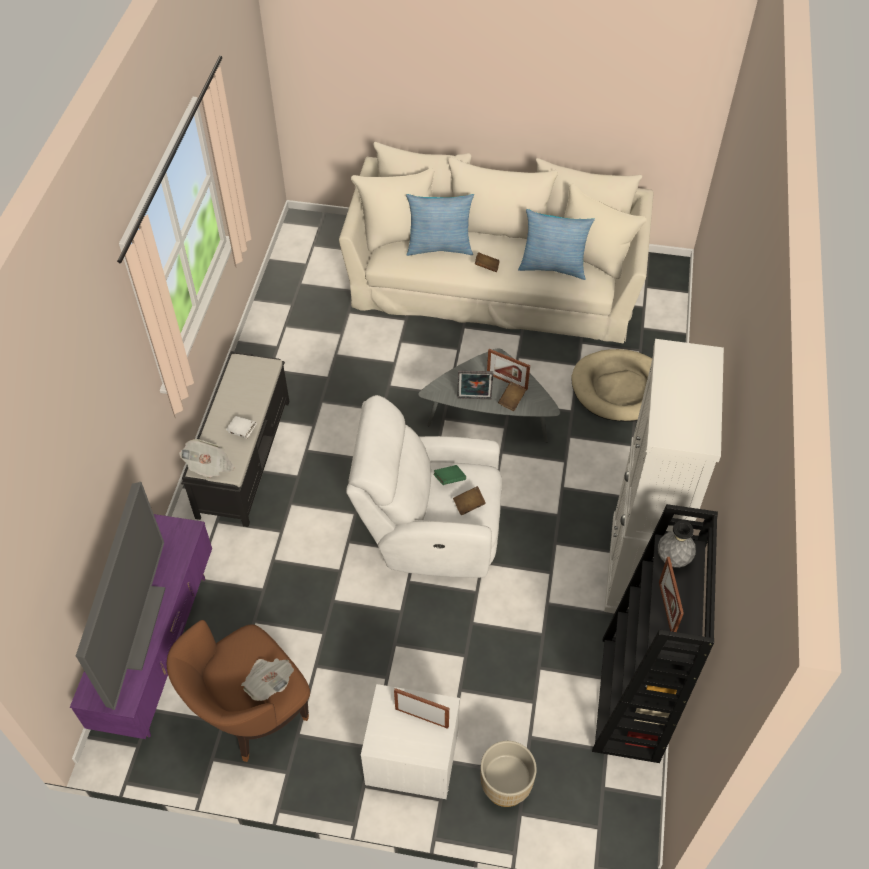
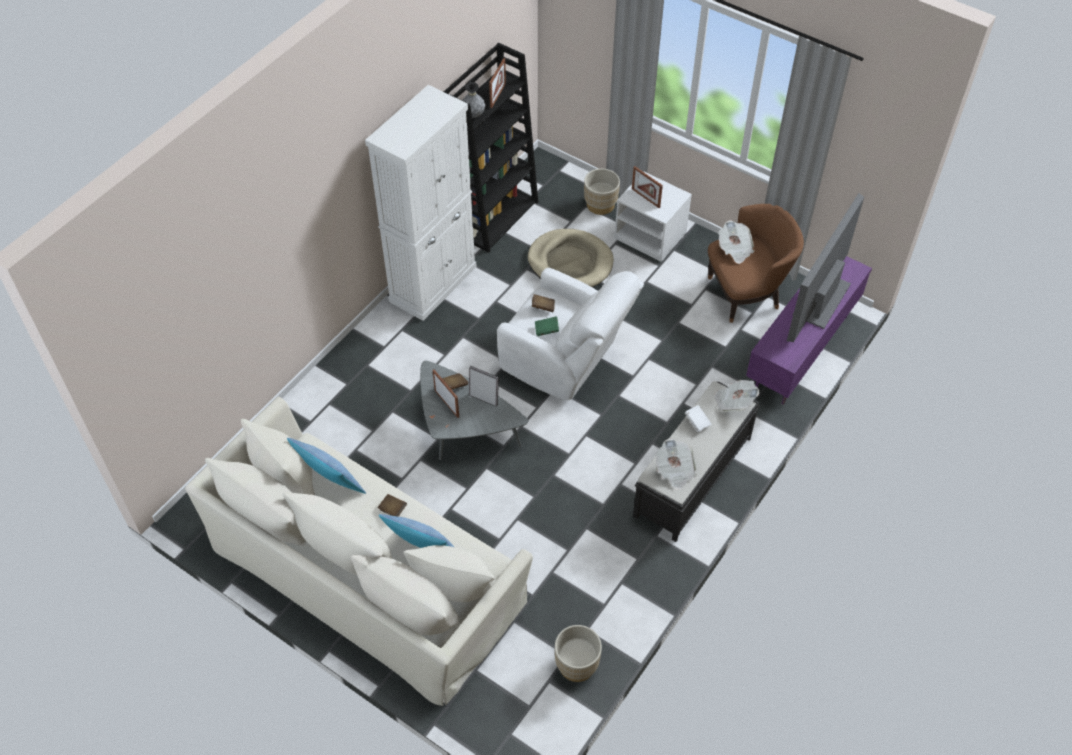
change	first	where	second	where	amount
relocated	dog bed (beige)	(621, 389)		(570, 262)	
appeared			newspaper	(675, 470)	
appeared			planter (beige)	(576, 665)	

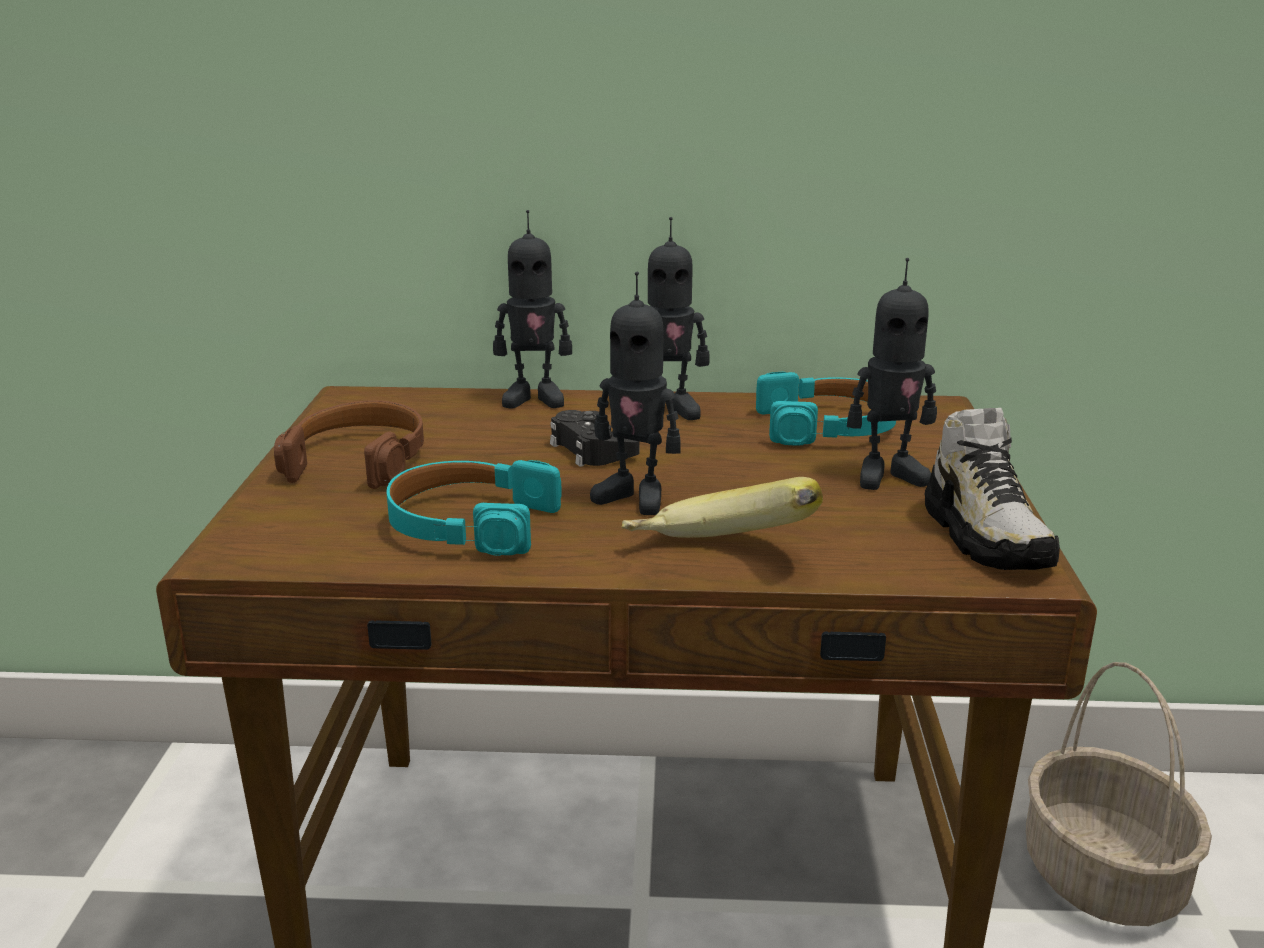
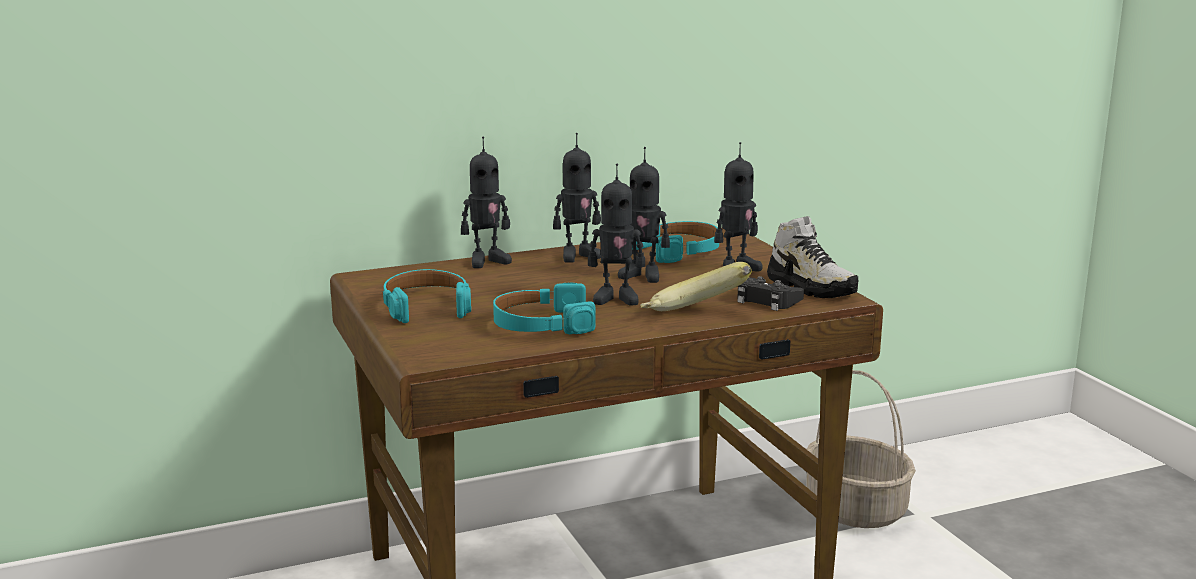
change	first	where	second	where	amount
colour	headphones (brown)	(359, 459)	headphones (turquoise)	(427, 306)	
relocated	game controller (black)	(591, 449)		(766, 301)	
appeared			toy robot	(642, 275)	

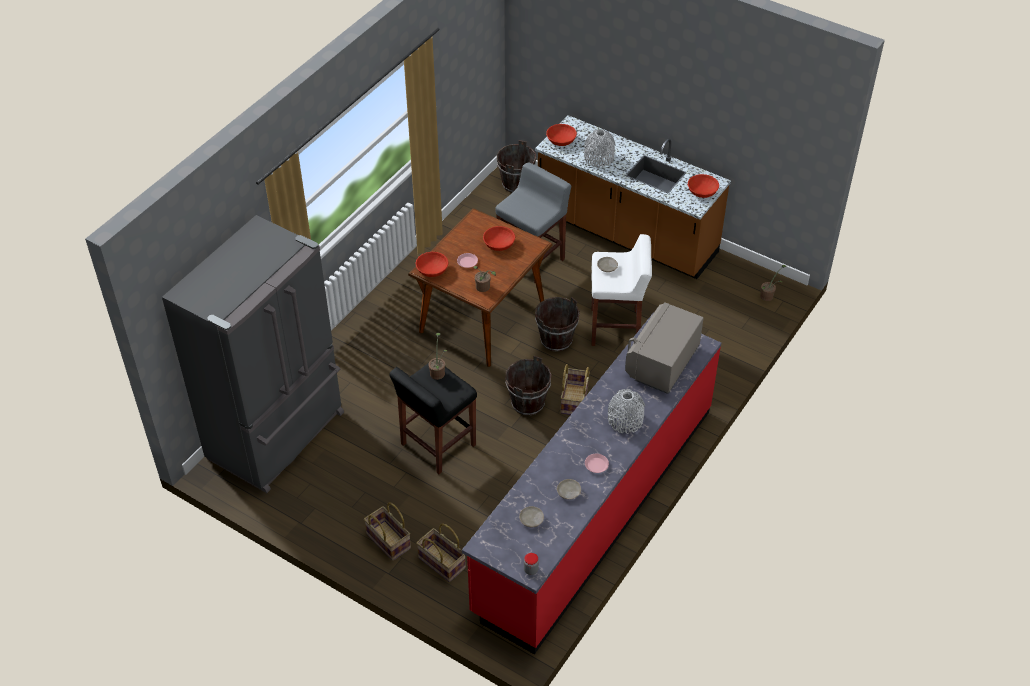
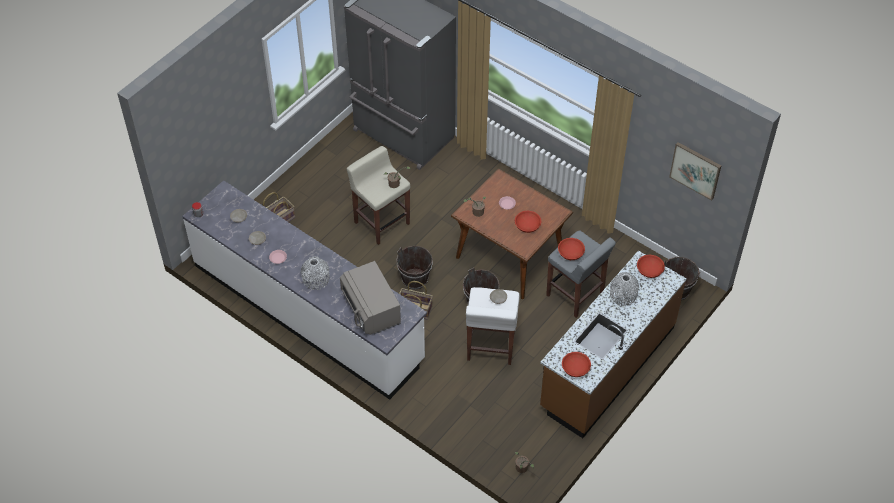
change	first	where	second	where	amount
relocated	bowl (red)	(432, 269)		(570, 252)	
spun	microwave (grey)	(661, 362)		(370, 309)	150 degrees counterclockwise
colour	counter (red)	(595, 508)	counter (white)	(308, 312)	
colour	stool (black)	(437, 445)	stool (beige)	(381, 222)	
missing	basket	(387, 541)			
appeared			picture	(695, 170)	

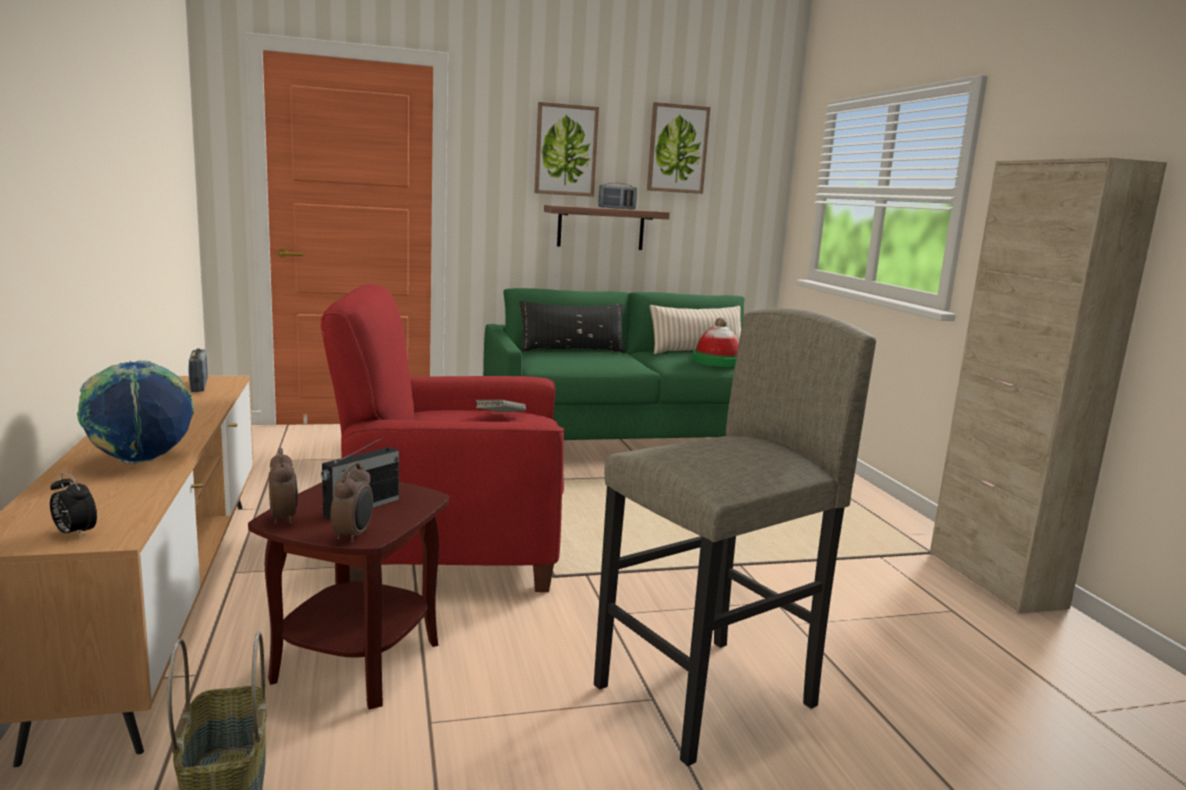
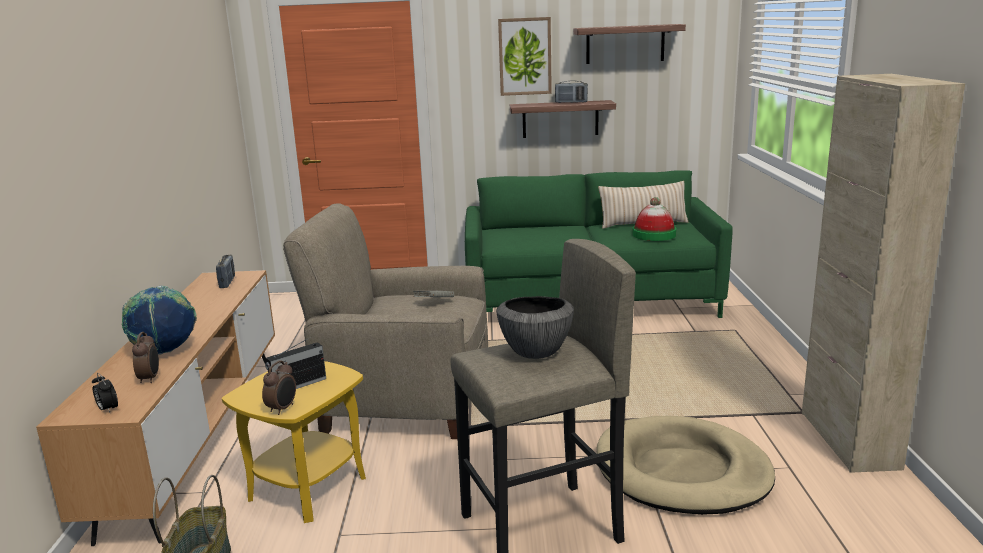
change	first	where	second	where	amount
exchanged	picture	(677, 149)	shelf	(625, 44)	
colour	armchair (red)	(452, 547)	armchair (beige)	(405, 400)	
missing	pillow (black)	(571, 351)			
relocated	alarm clock	(284, 518)		(150, 378)	
colour	side table (brown)	(356, 660)	side table (yellow)	(307, 487)	
appeared			bowl	(536, 352)	
appeared			dog bed (beige)	(682, 471)	

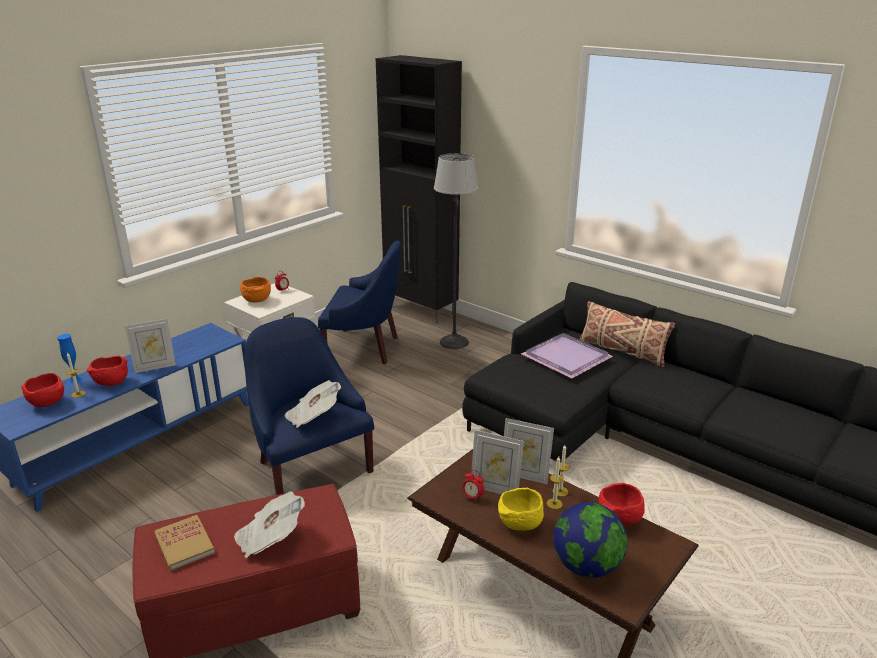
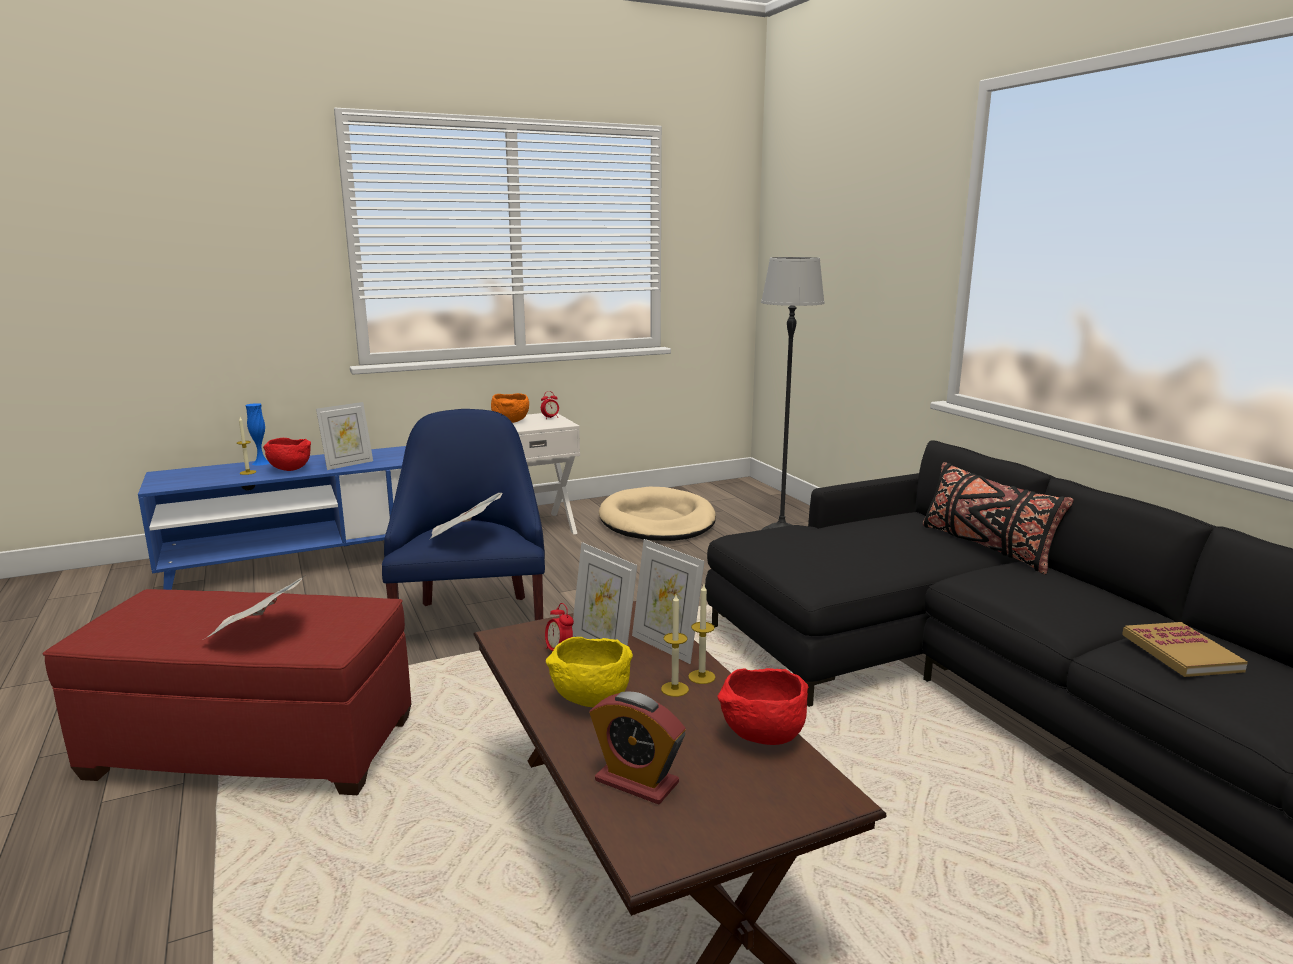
change	first	where	second	where	amount
missing	cabinet (black)	(421, 310)			
exchanged	armchair (blue)	(364, 348)	dog bed (beige)	(657, 521)	
colour	pillow (beige)	(622, 351)	pillow (black)	(986, 547)	
spun	picture frame	(155, 367)		(348, 464)	45 degrees counterclockwise
missing	tray (purple)	(564, 357)			
missing	bowl (red)	(49, 403)			
exchanged	globe	(586, 566)	alarm clock	(636, 782)	
relocated	book	(184, 544)		(1181, 653)	

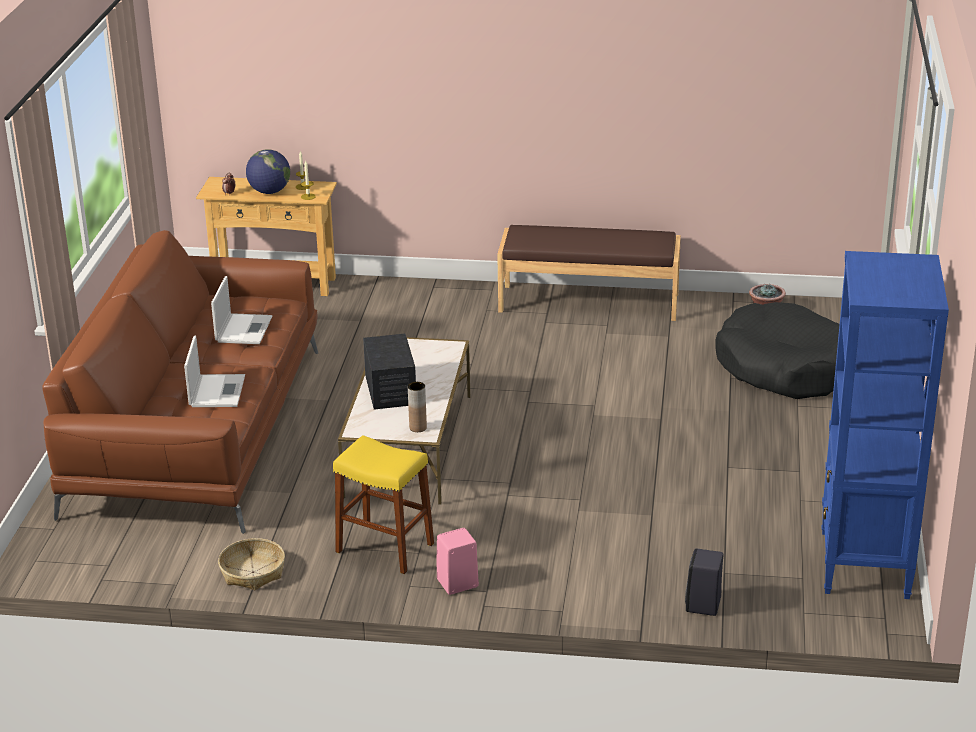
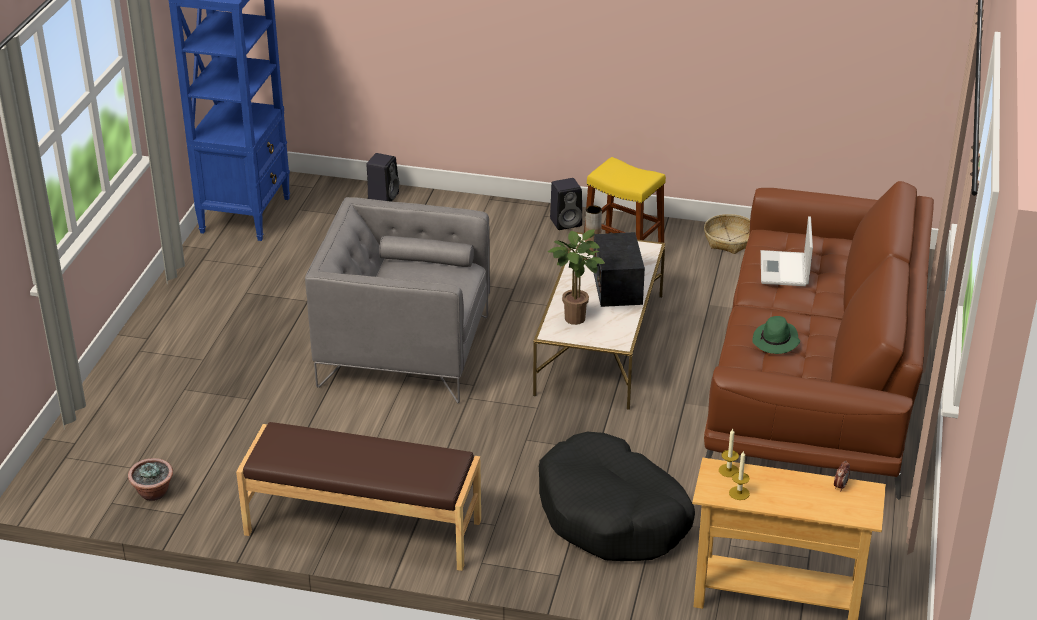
change	first	where	second	where	amount
missing	globe	(269, 192)			
exchanged	laptop	(244, 329)	hat (green)	(776, 341)	
relocated	dog bed (black)	(784, 367)		(612, 515)	
colour	speaker (pink)	(456, 583)	speaker (black)	(567, 222)	
appeared			armchair (grey)	(404, 351)	
appeared			potted plant	(575, 321)	

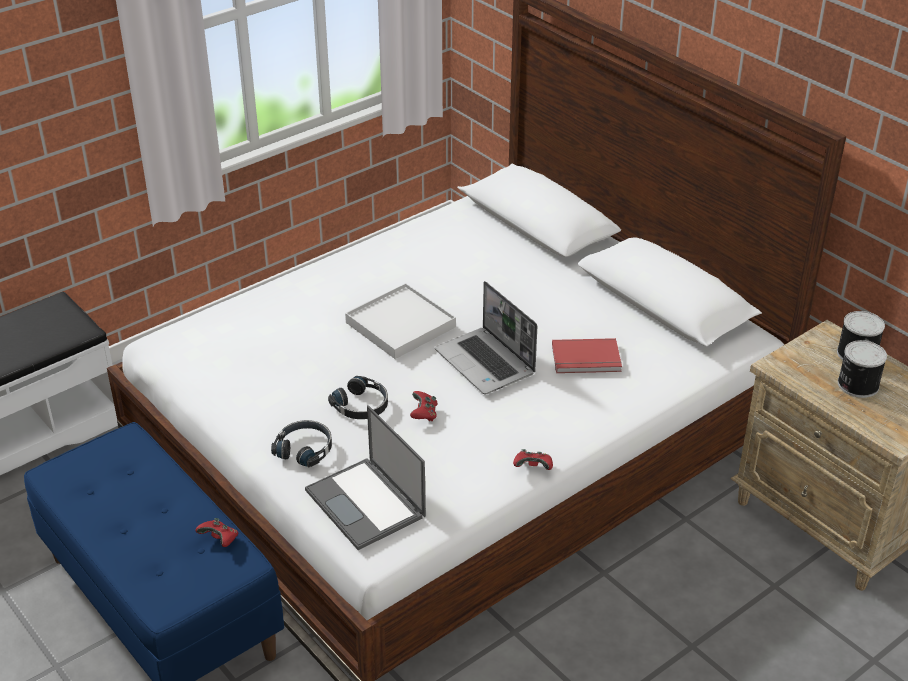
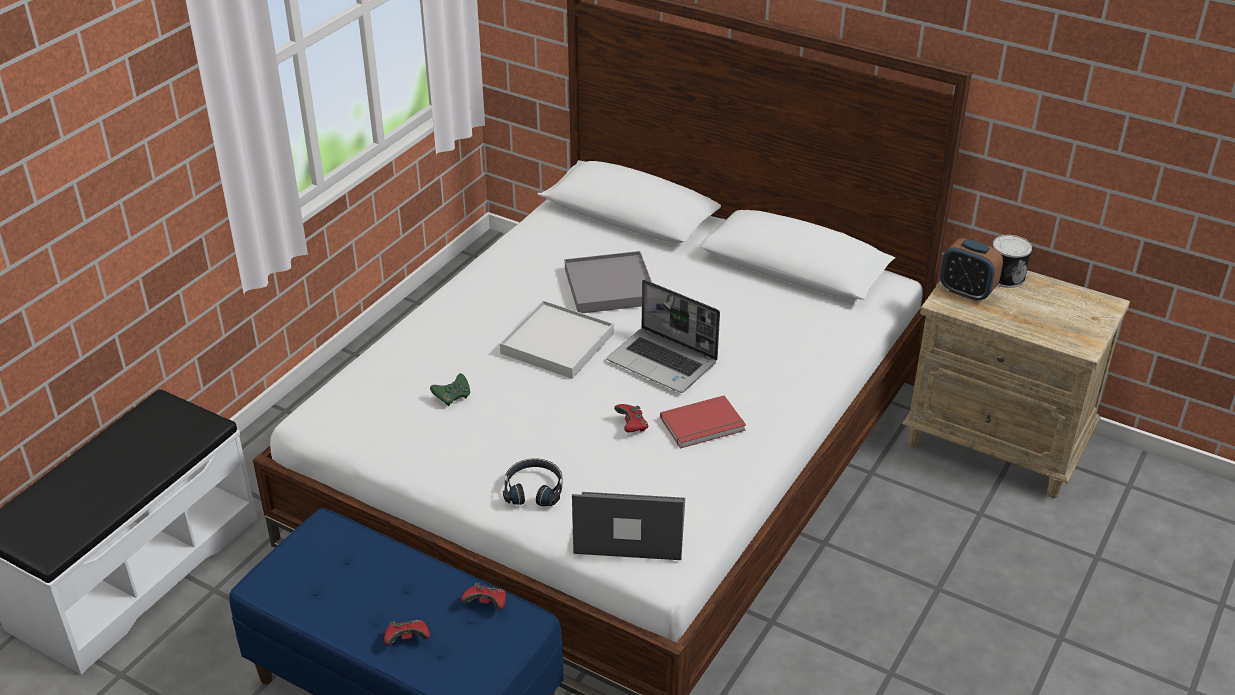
change	first	where	second	where	amount
relocated	book (red)	(586, 359)		(704, 425)	
missing	can	(856, 384)			
missing	headphones (black)	(361, 405)			
spun	laptop	(366, 504)		(628, 528)	150 degrees clockwise
relocated	game controller (red)	(533, 467)		(407, 639)	
appeared			alarm clock	(966, 292)	
appeared			tray (grey)	(609, 286)	
appeared			game controller (green)	(452, 397)	

